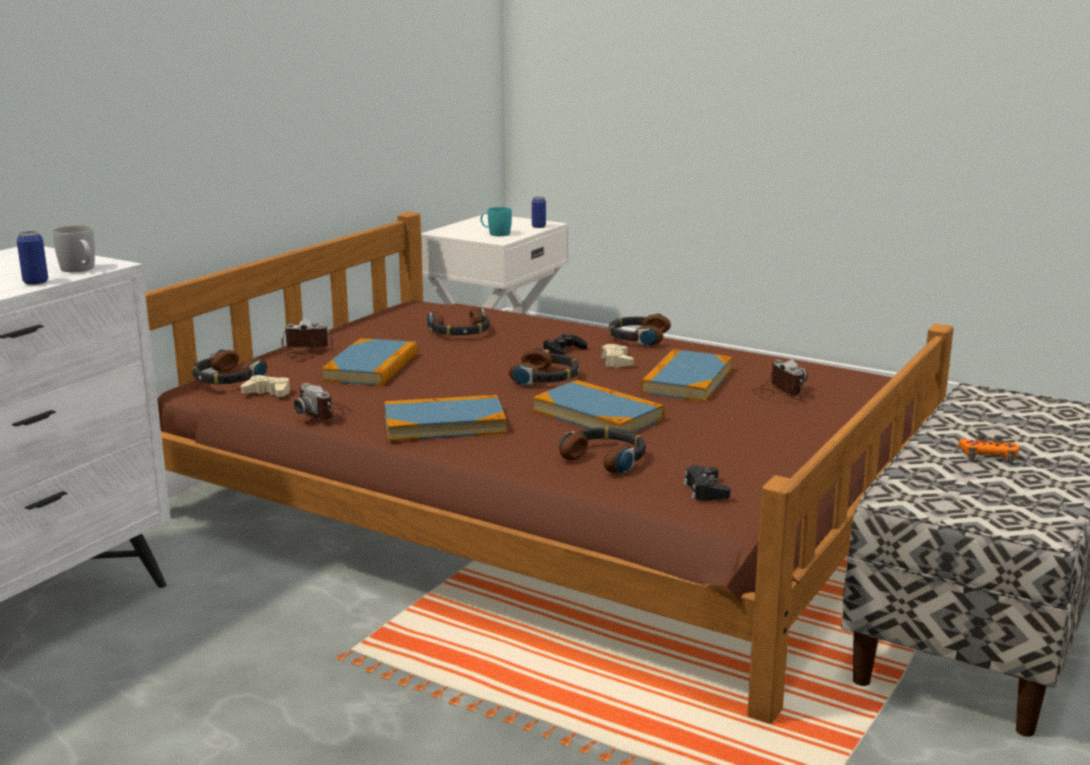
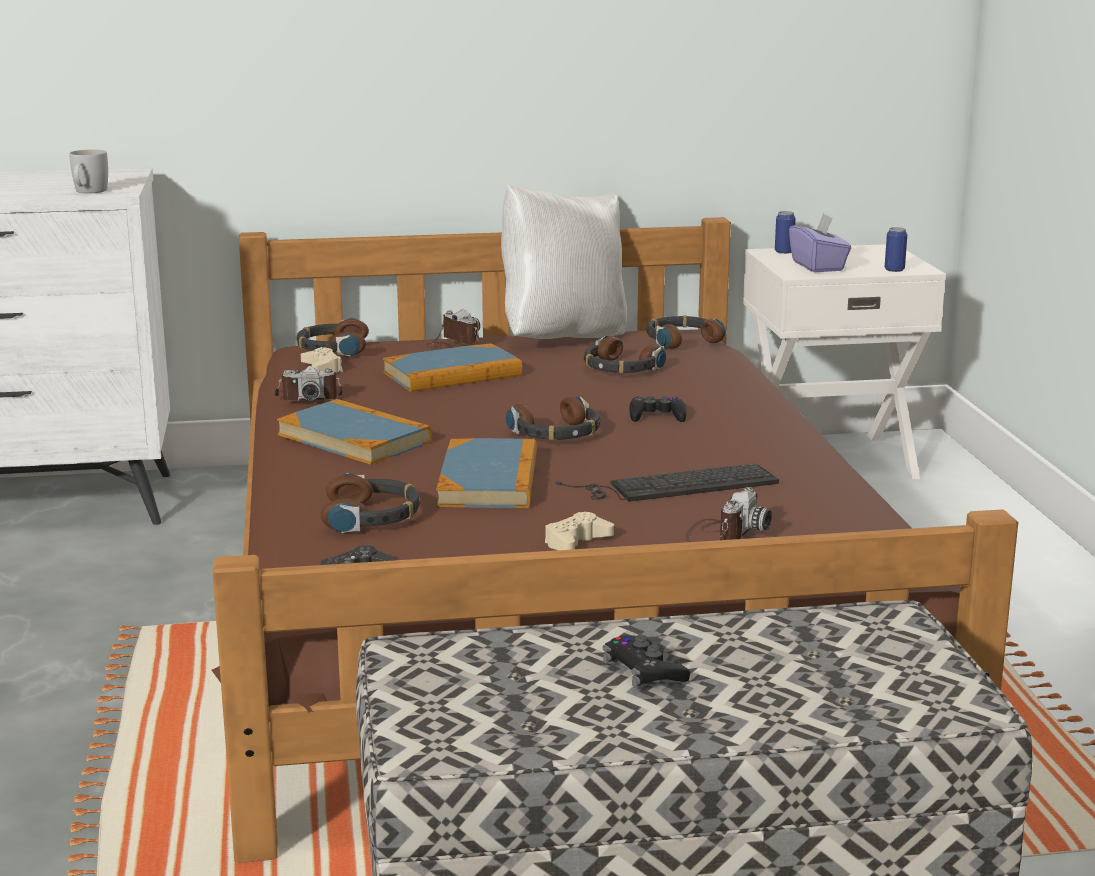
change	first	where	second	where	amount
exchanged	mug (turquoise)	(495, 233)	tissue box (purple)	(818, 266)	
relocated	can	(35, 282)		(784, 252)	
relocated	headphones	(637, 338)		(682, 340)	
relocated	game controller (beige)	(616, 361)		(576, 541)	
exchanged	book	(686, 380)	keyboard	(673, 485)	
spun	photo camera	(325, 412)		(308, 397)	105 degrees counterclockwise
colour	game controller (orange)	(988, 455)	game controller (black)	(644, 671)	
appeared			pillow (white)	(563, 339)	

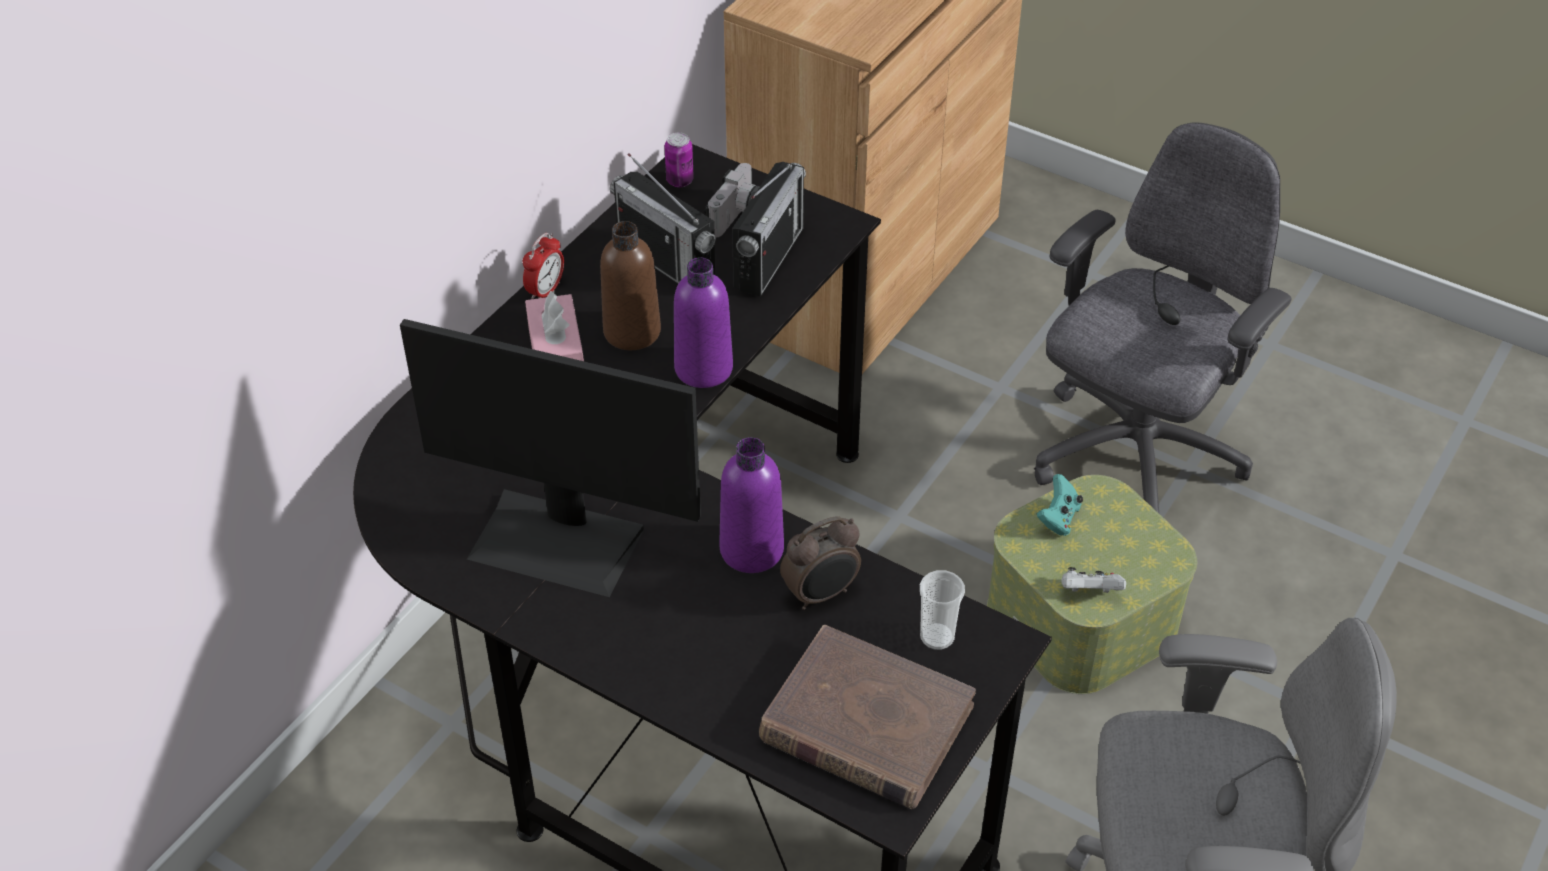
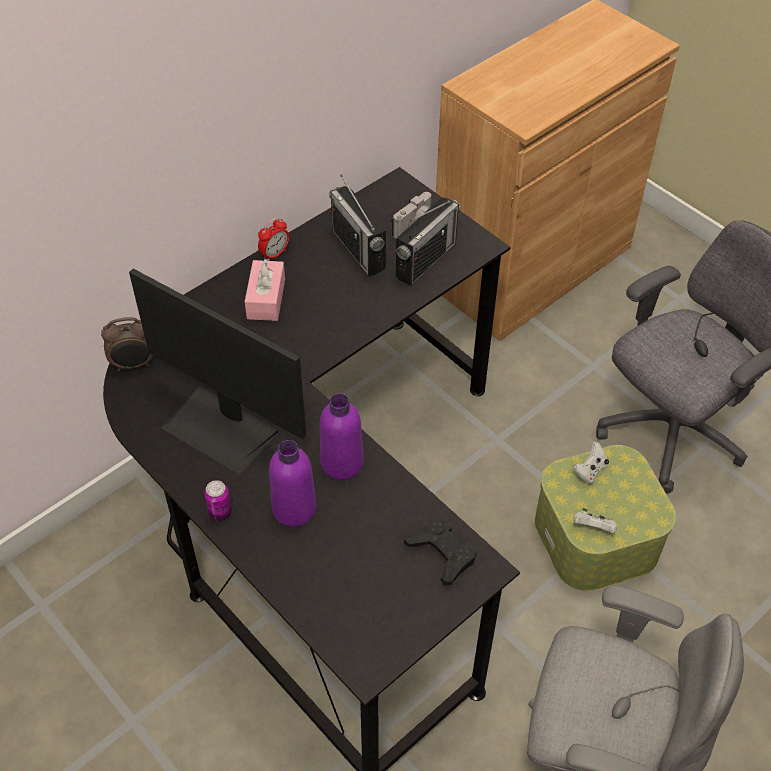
change	first	where	second	where	amount
relocated	can	(680, 181)		(220, 513)	
missing	bottle (brown)	(632, 332)			
relocated	bottle (purple)	(703, 369)		(294, 508)	
colour	game controller (turquoise)	(1058, 518)	game controller (white)	(589, 471)	
relocated	alarm clock	(821, 594)		(134, 364)	
exchanged	cup	(937, 637)	game controller (black)	(442, 553)	
missing	book (brown)	(865, 724)			

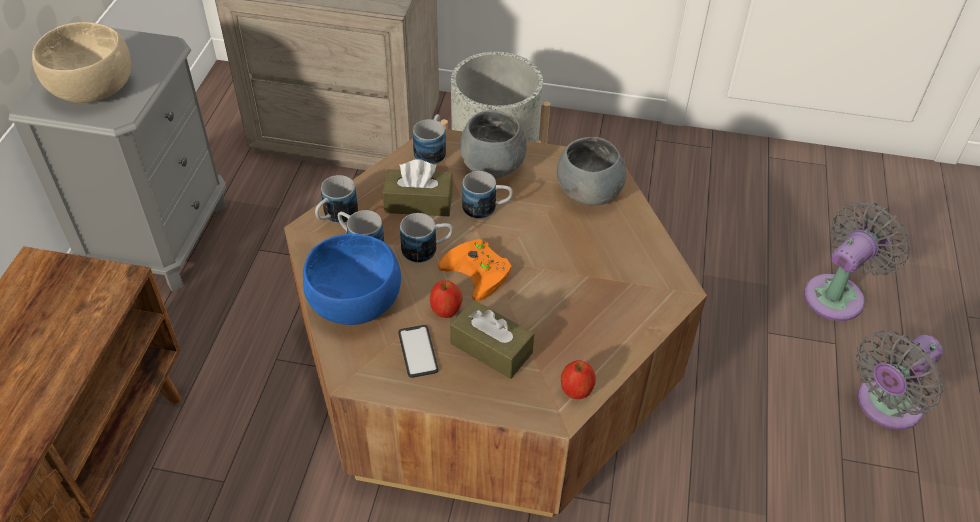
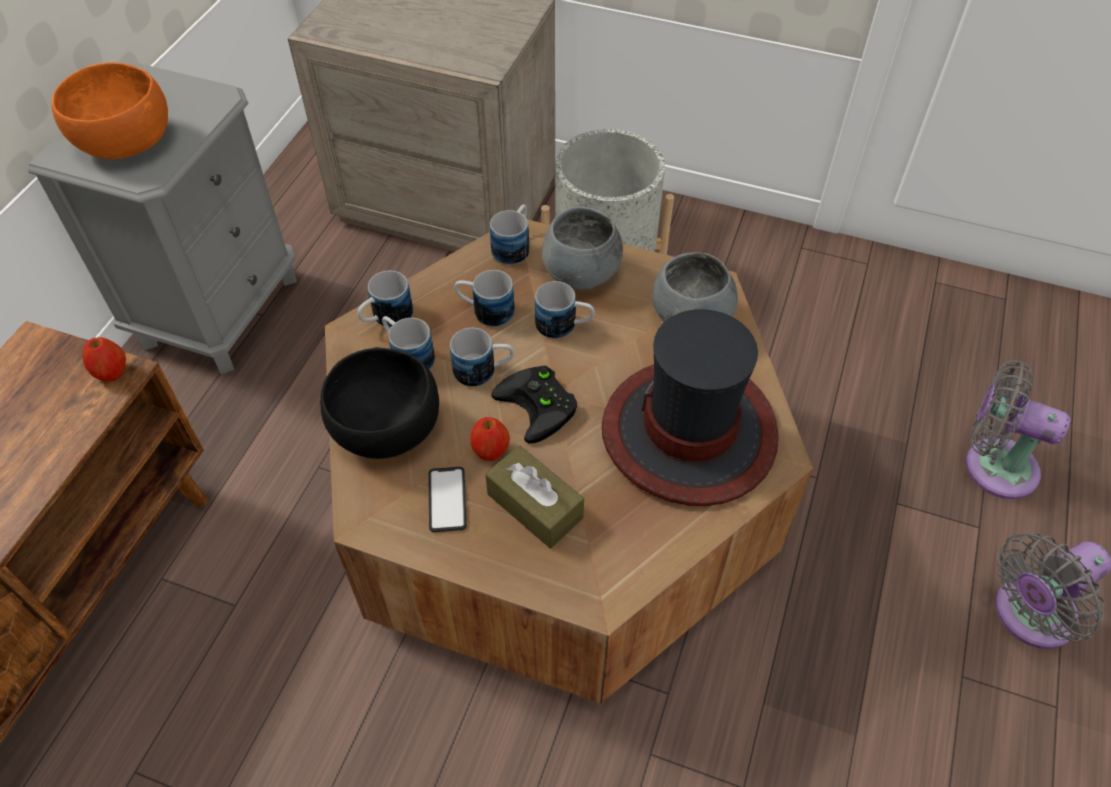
change	first	where	second	where	amount
colour	bowl (beige)	(93, 89)	bowl (orange)	(127, 143)	
exchanged	tissue box (brown)	(418, 203)	mug	(485, 311)	
spun	fan (grey)	(838, 294)		(993, 465)	120 degrees counterclockwise
colour	bowl (blue)	(356, 303)	bowl (black)	(387, 429)	
colour	game controller (orange)	(480, 272)	game controller (black)	(541, 406)	
relocated	apple	(576, 390)		(112, 373)	
appeared			hat	(690, 433)	

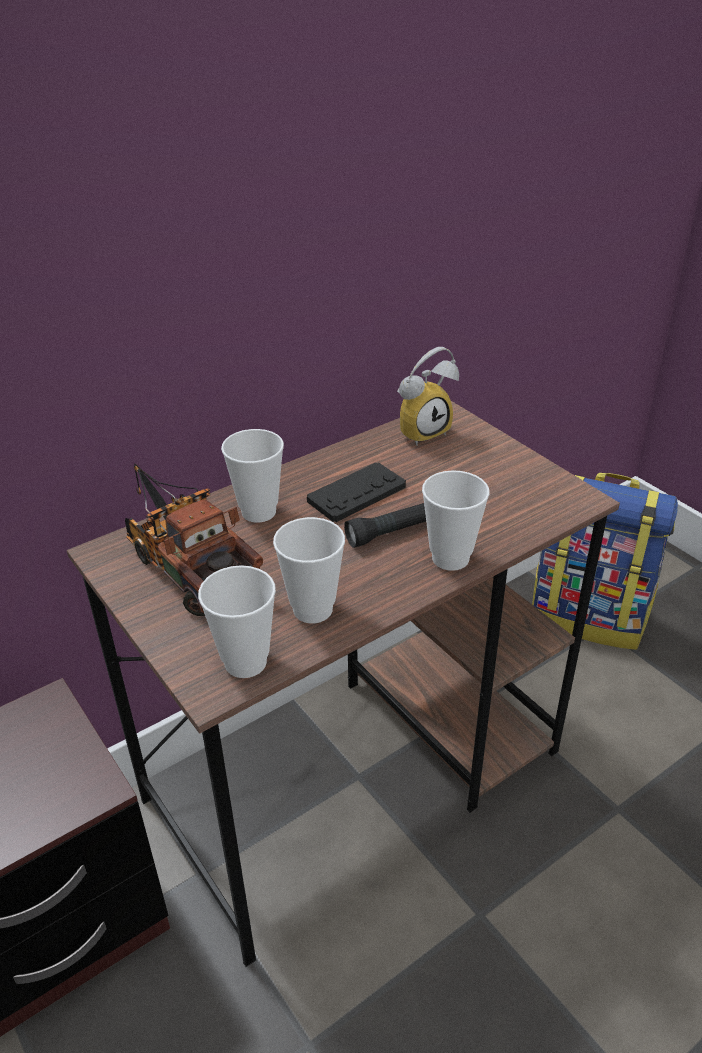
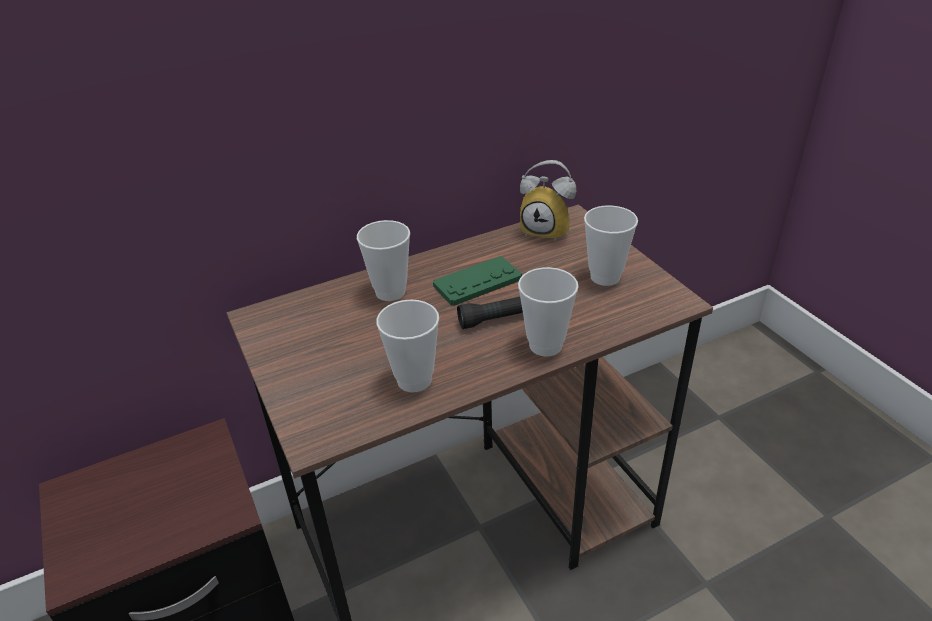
change	first	where	second	where	amount
spun	alarm clock	(422, 430)		(548, 231)	45 degrees clockwise
colour	game controller (black)	(356, 494)	game controller (green)	(477, 282)	
missing	toy truck	(189, 565)			
missing	backpack	(589, 616)			
relocated	cup	(245, 662)		(605, 277)	

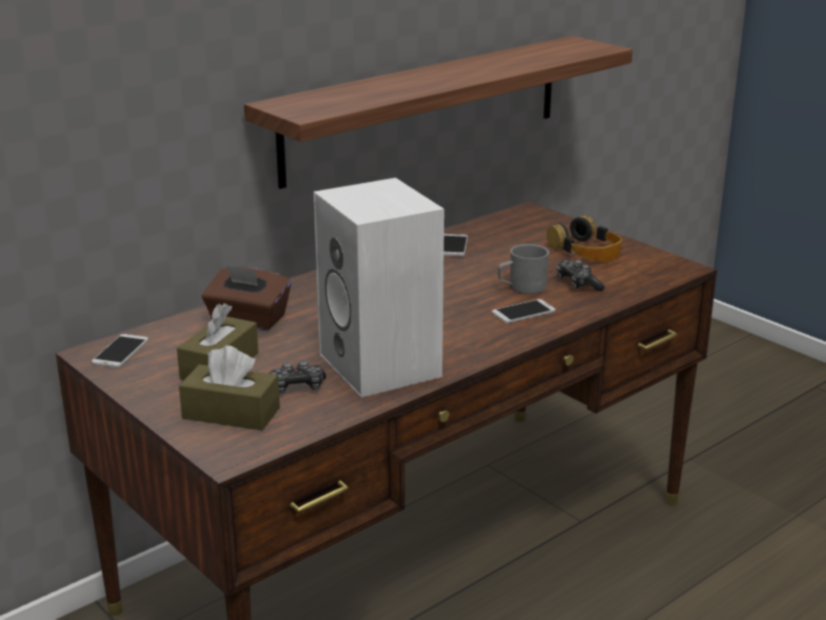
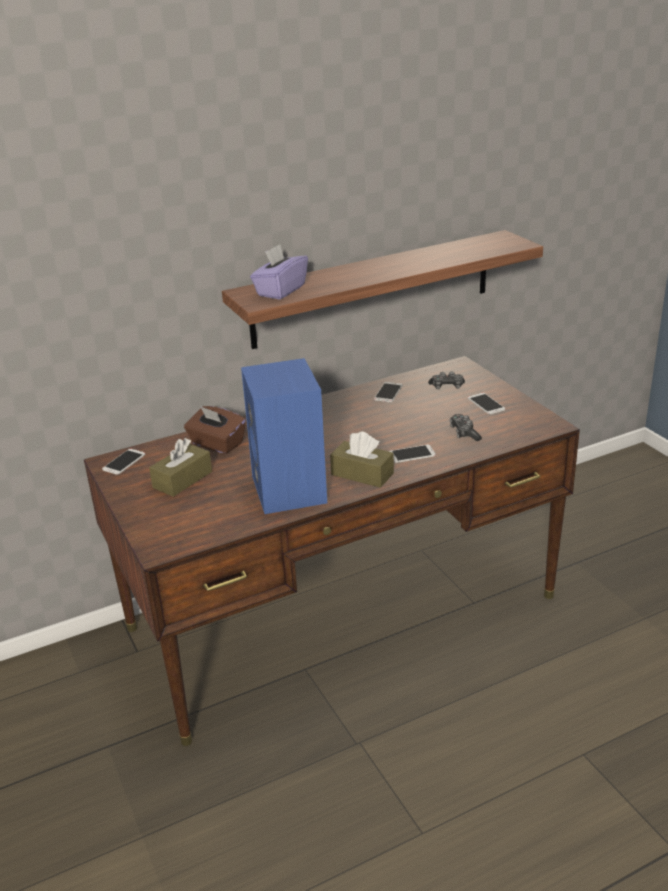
change	first	where	second	where	amount
colour	speaker (white)	(383, 366)	speaker (blue)	(291, 490)	
exchanged	headphones	(586, 250)	phone	(486, 404)	
missing	mug (grey)	(521, 287)			
relocated	tissue box (brown)	(231, 413)		(362, 474)	
relocated	game controller	(296, 388)		(447, 387)	
appeared			tissue box (purple)	(280, 290)	

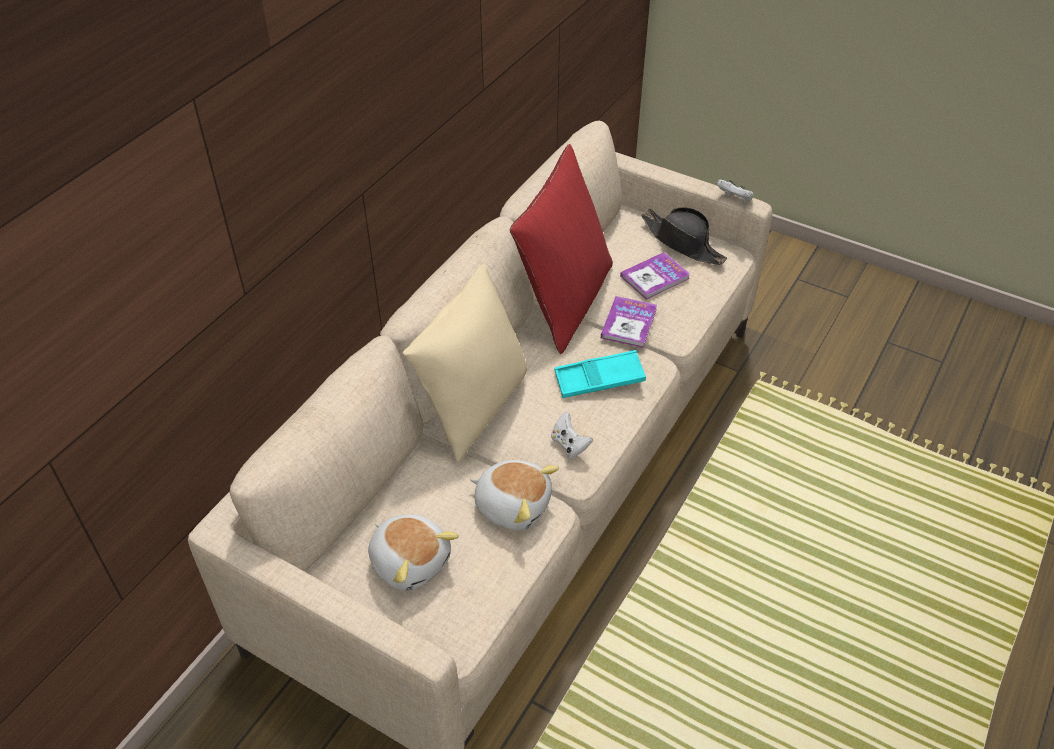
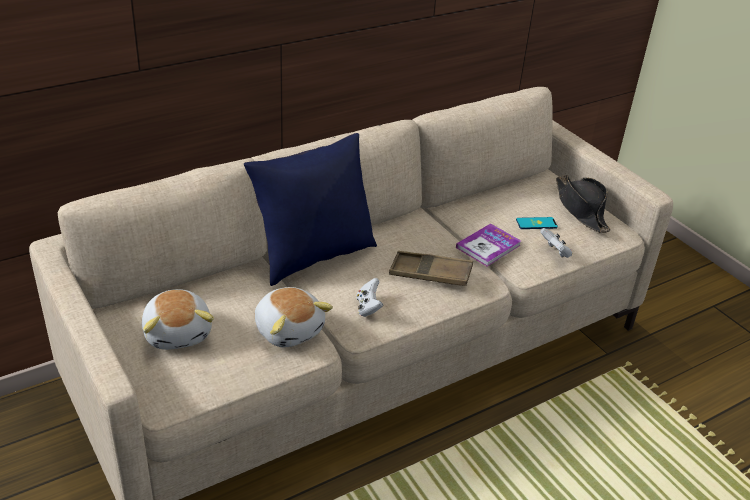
change	first	where	second	where	amount
missing	pillow (red)	(564, 301)			
relocated	game controller (white)	(734, 199)		(555, 252)	
exchanged	book	(655, 277)	phone	(536, 223)	
colour	pillow (beige)	(473, 409)	pillow (blue)	(313, 256)	
colour	tray (turquoise)	(599, 379)	tray (brown)	(430, 273)	

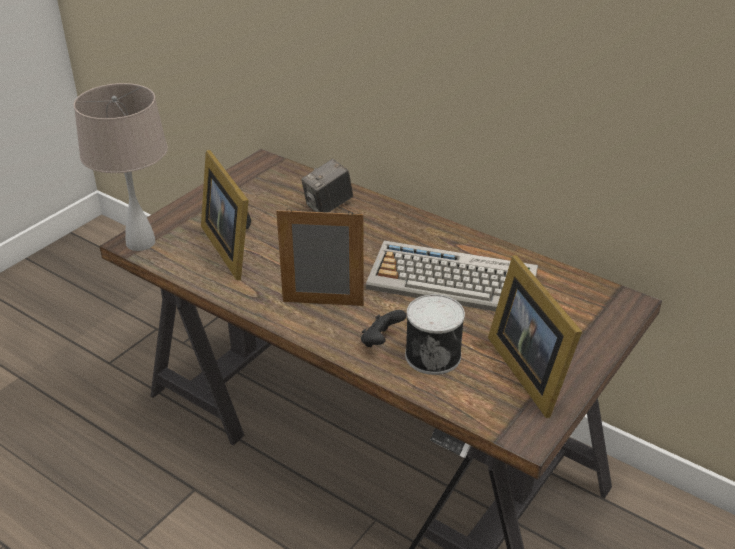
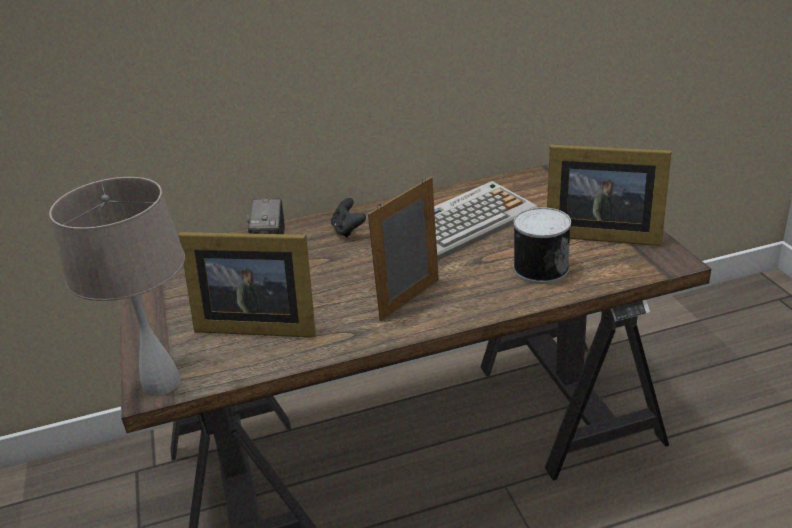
change	first	where	second	where	amount
relocated	game controller (black)	(381, 341)		(348, 230)	

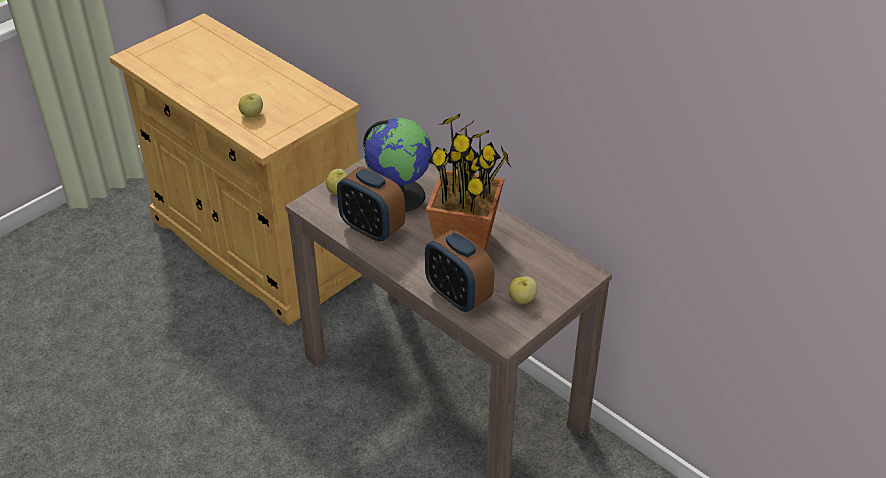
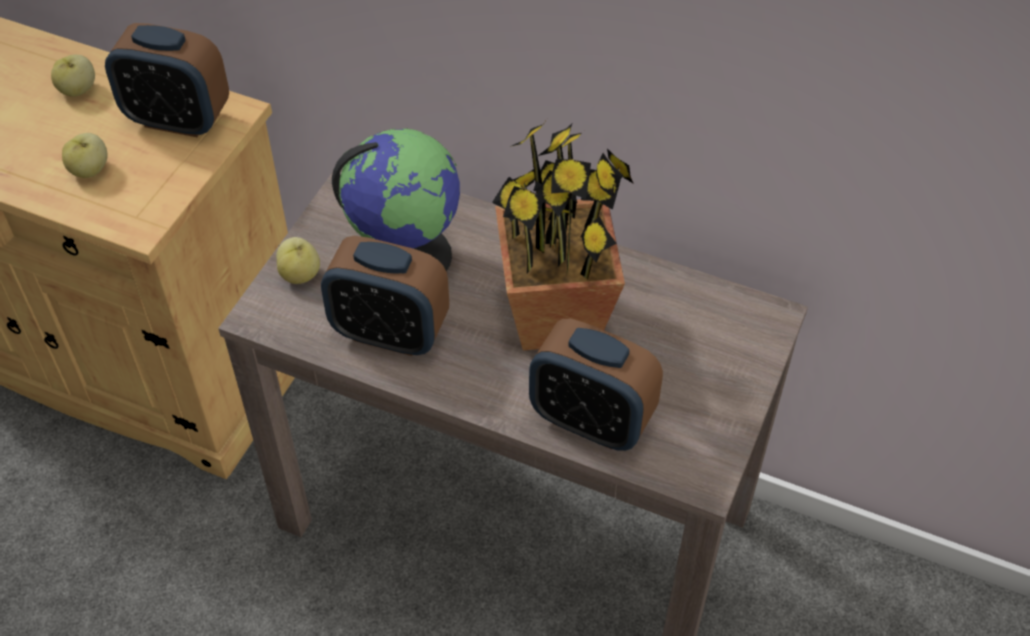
change	first	where	second	where	amount
relocated	apple	(522, 299)		(78, 90)	
appeared			alarm clock	(178, 119)	

